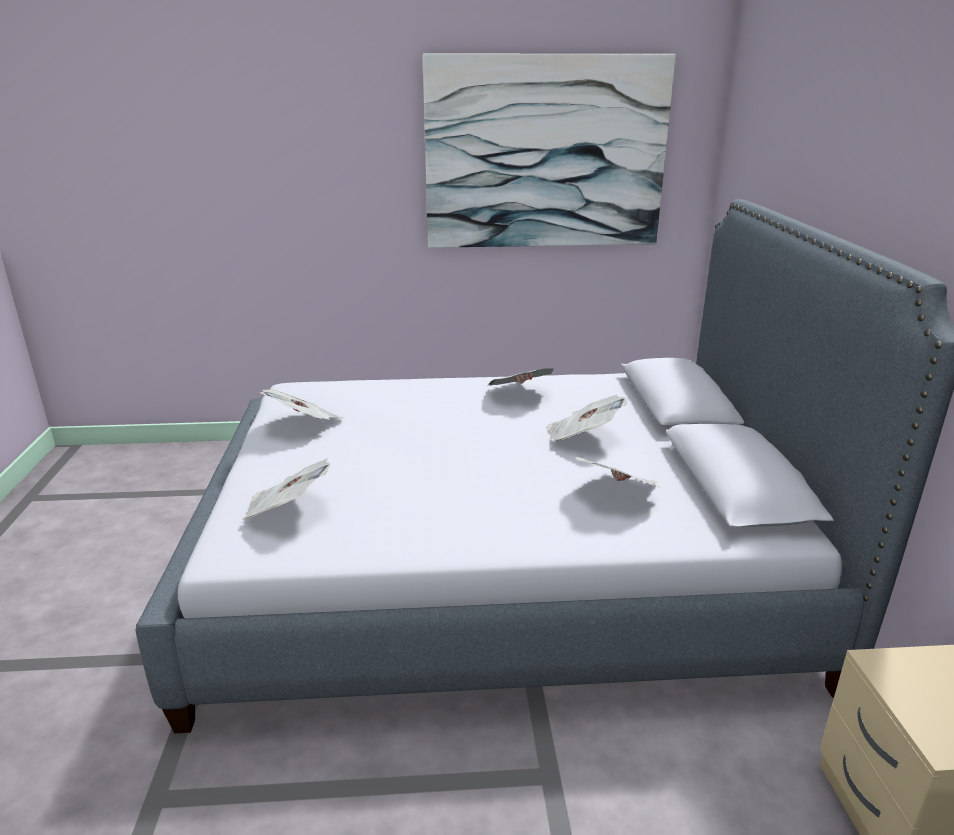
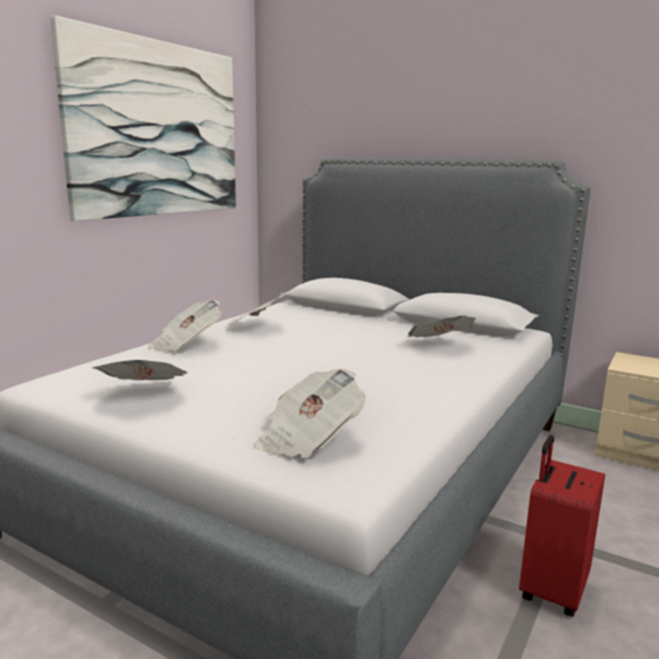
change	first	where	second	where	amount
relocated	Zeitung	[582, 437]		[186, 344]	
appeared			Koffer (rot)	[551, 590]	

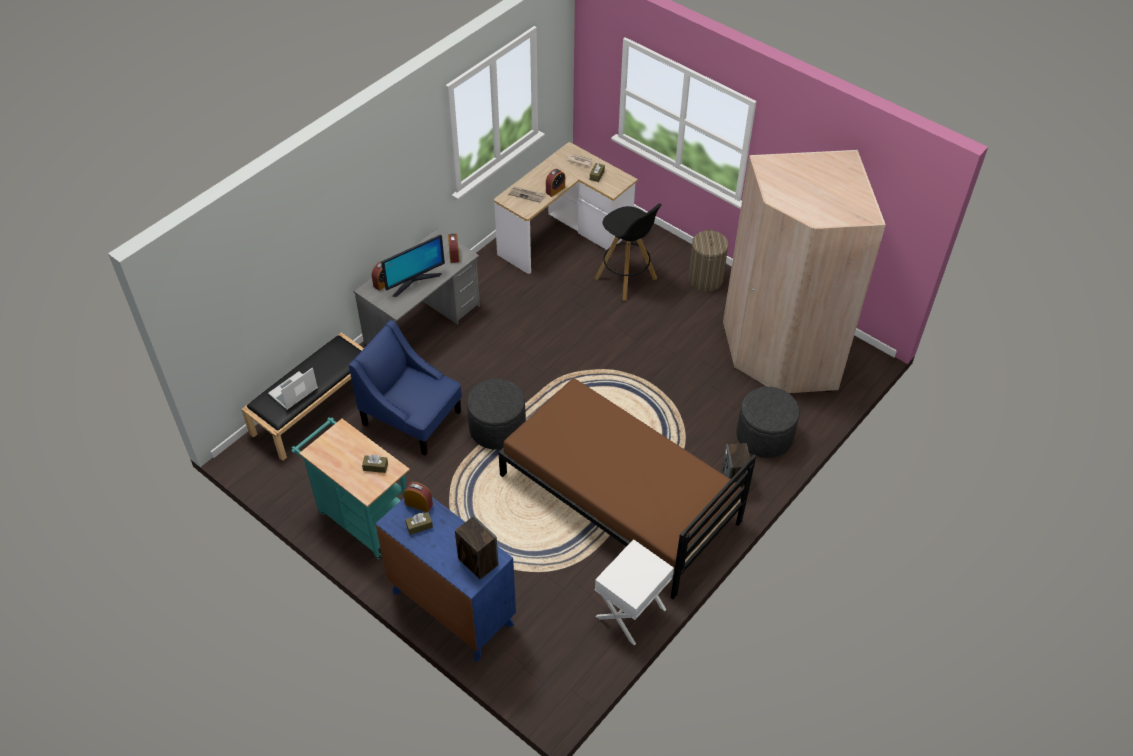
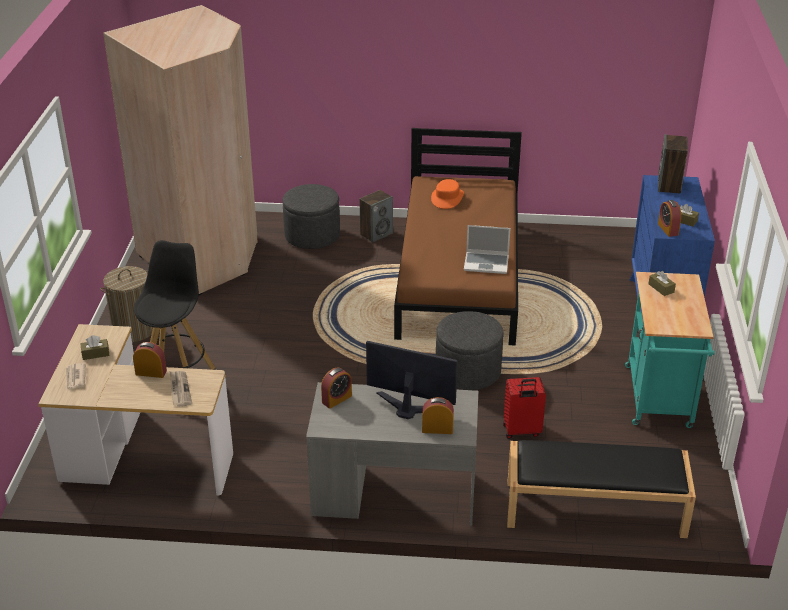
change	first	where	second	where	amount
appeared			Hut (orange)	[447, 198]	
relocated	Laptop	[293, 392]		[487, 263]	
exchanged	Sessel (blau)	[412, 418]	Koffer (rot)	[522, 431]	
missing	Nachttisch (weiß)	[631, 613]			

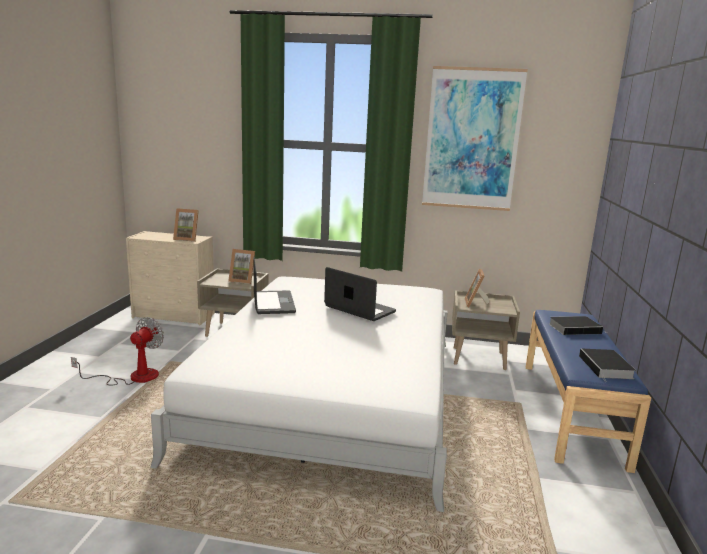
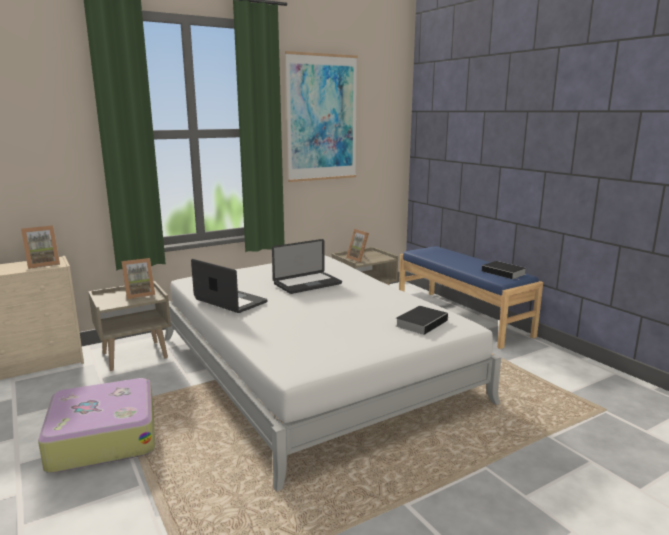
change	first	where	second	where	amount
exchanged	Ventilator	[133, 377]	Koffer	[103, 436]	
spun	Laptop	[359, 309]		[307, 284]	150 degrees clockwise
relocated	Buch	[575, 328]		[422, 322]	

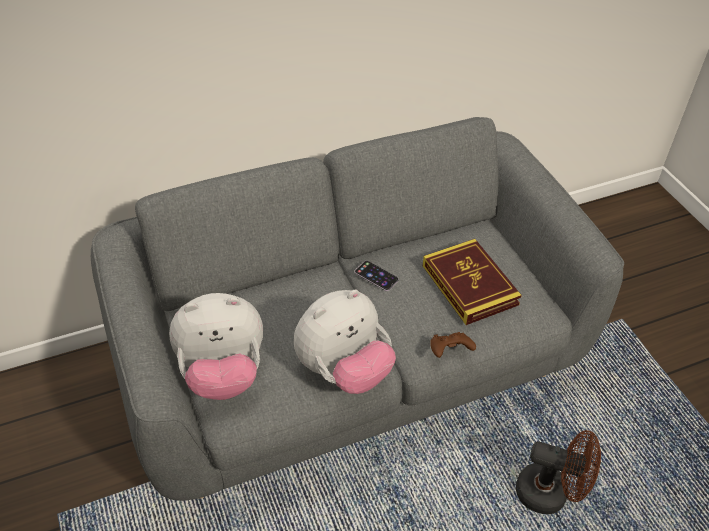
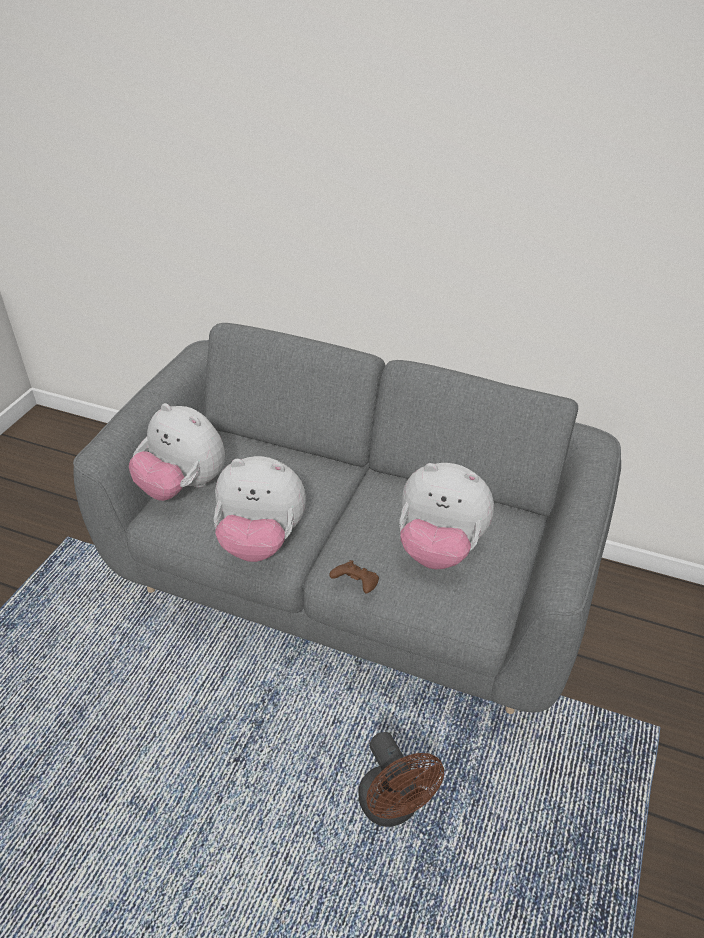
change	first	where	second	where	amount
exchanged	Buch	[469, 285]	Plüschtier	[440, 548]	
missing	Handy	[376, 276]			

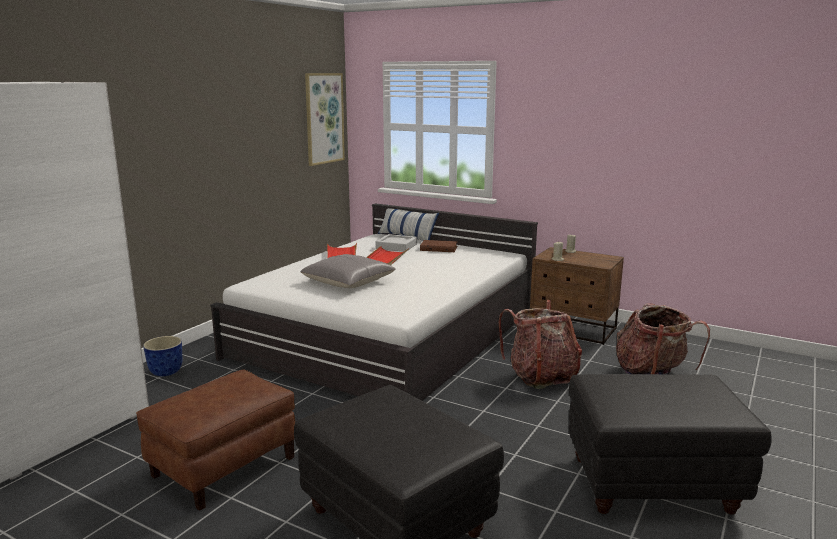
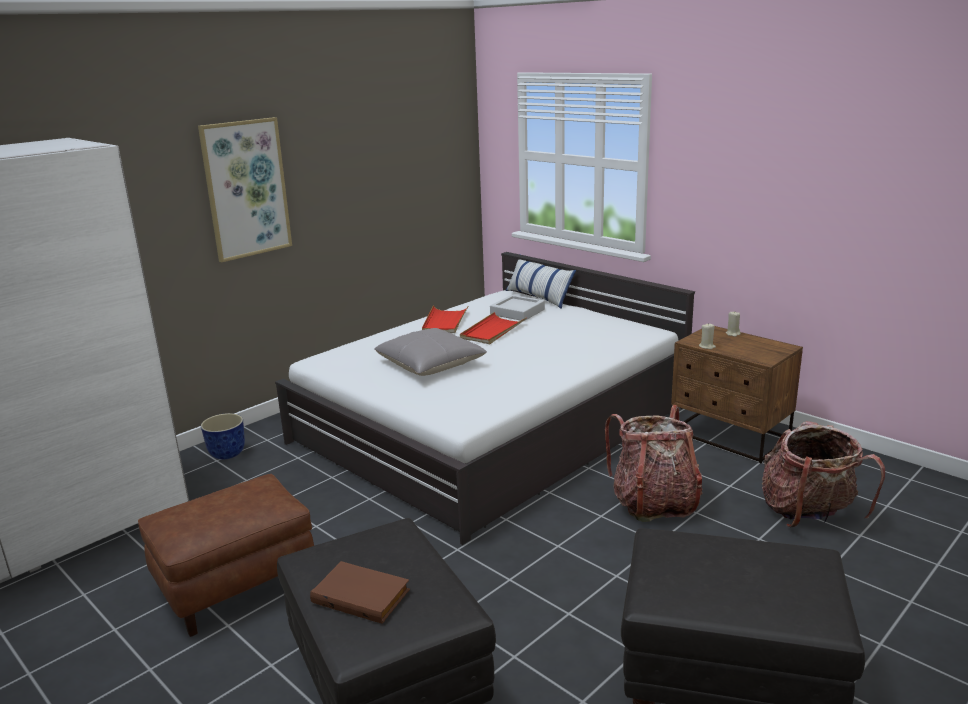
change	first	where	second	where	amount
relocated	Bild	[324, 118]		[246, 189]	
relocated	Buch (braun)	[439, 248]		[362, 595]	

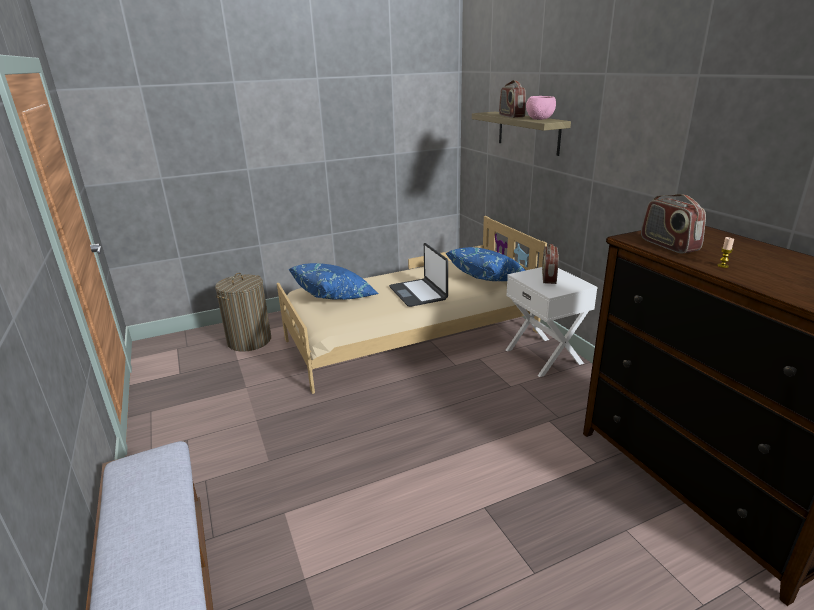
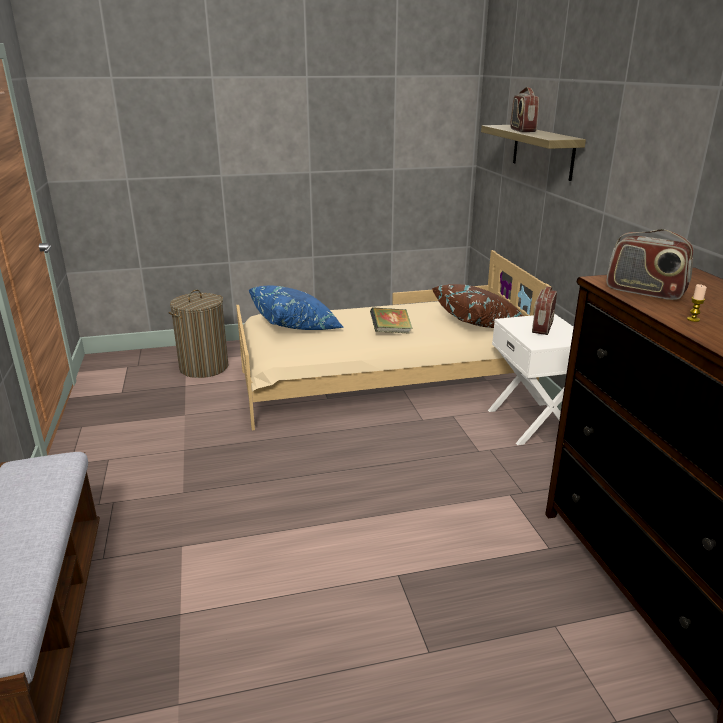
change	first	where	second	where	amount
exchanged	Laptop	[418, 293]	Buch	[390, 332]	
colour	Kissen (blau)	[488, 279]	Kissen (braun)	[480, 324]	
spun	Radio	[668, 245]		[644, 291]	45 degrees counterclockwise
missing	Schüssel (rosa)	[540, 119]			

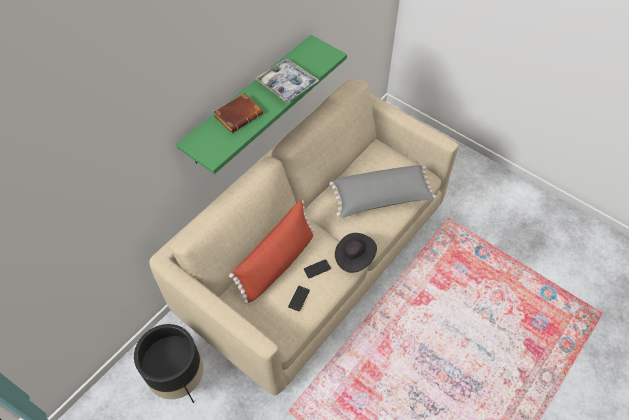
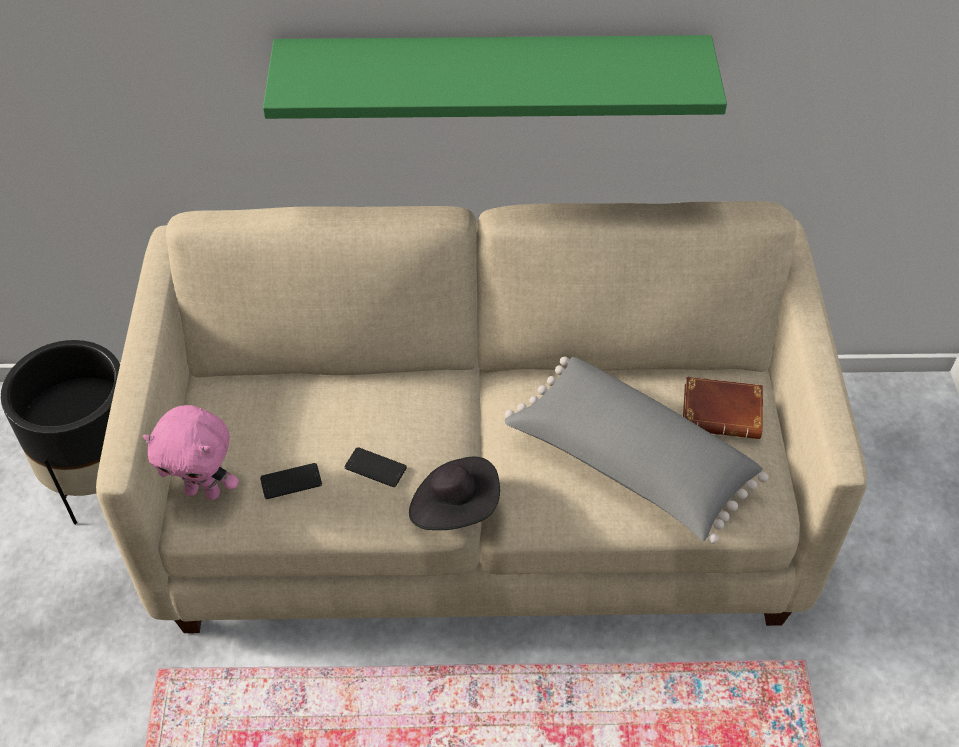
change	first	where	second	where	amount
appeared			Plüschtier (rosa)	[204, 491]	
relocated	Buch (braun)	[238, 115]		[723, 412]	
missing	Kissen (rot)	[277, 263]			
missing	Tablett	[287, 85]			

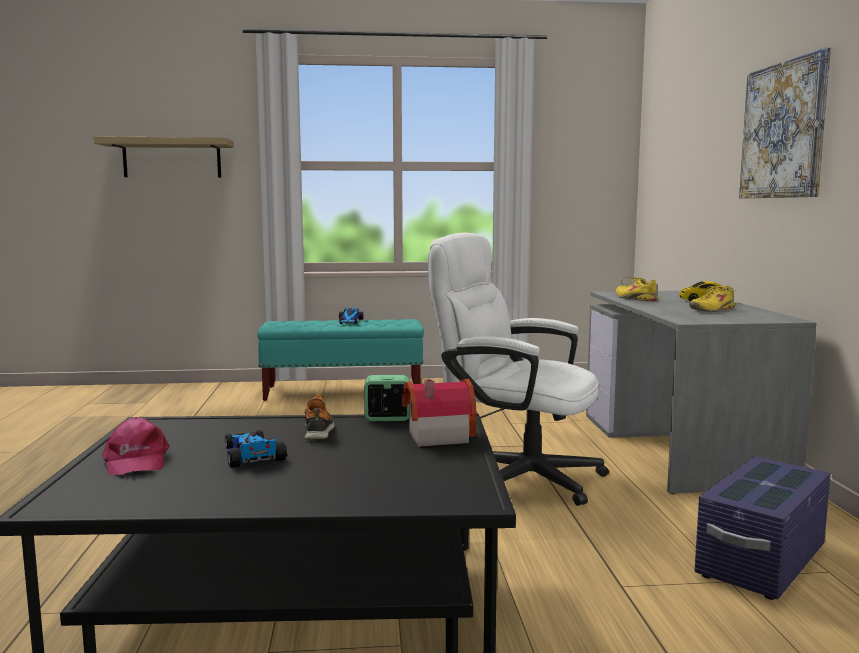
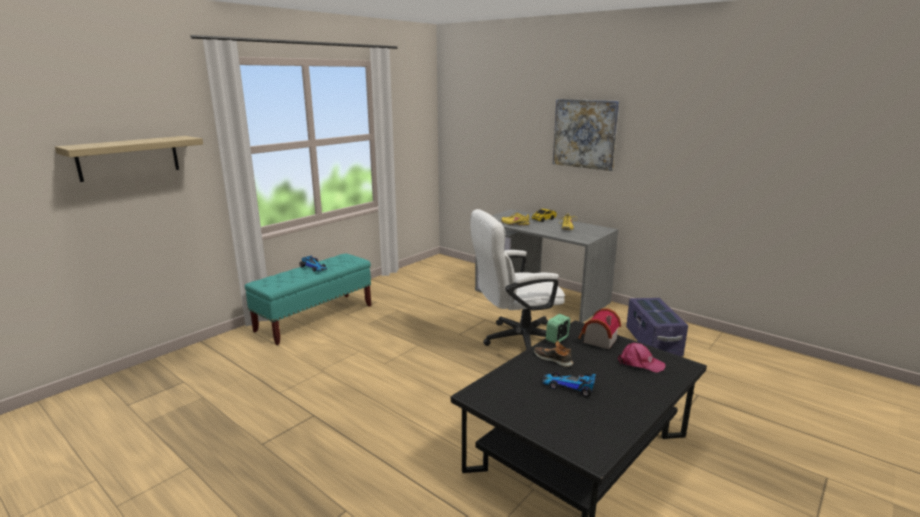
change	first	where	second	where	amount
relocated	Kappe (rosa)	[135, 461]		[640, 363]	

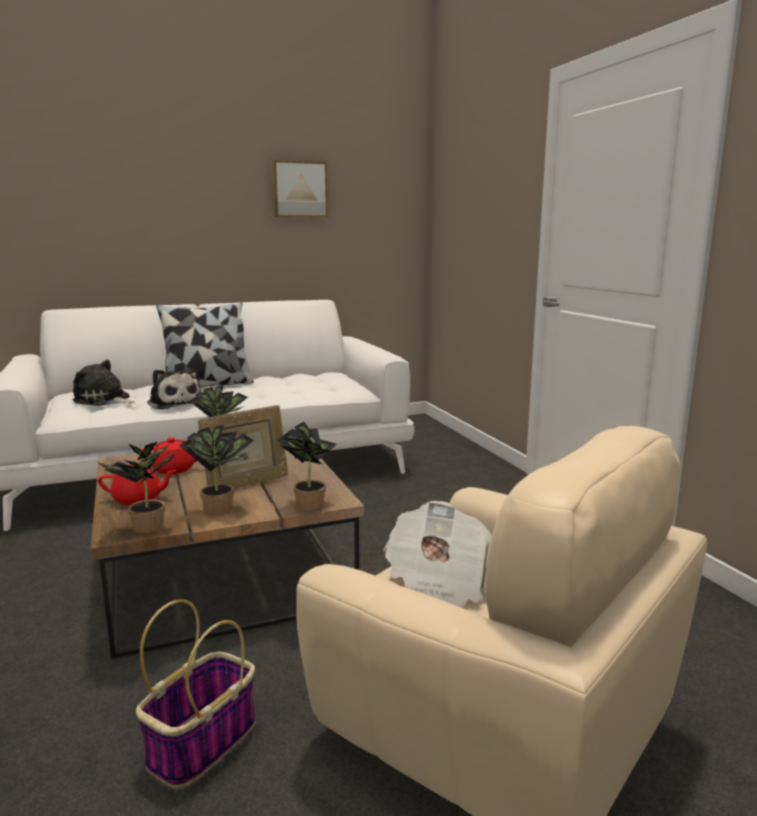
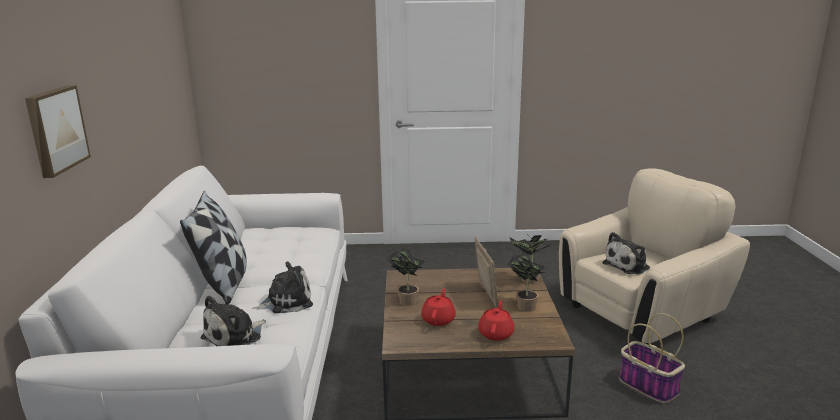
change	first	where	second	where	amount
relocated	Bild	[299, 189]		[55, 130]	
exchanged	Zeitung	[436, 584]	Plüschtier	[628, 265]	
missing	Topfpflanze	[145, 528]			

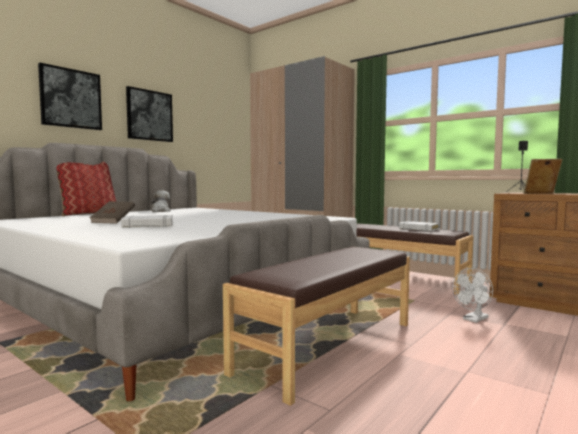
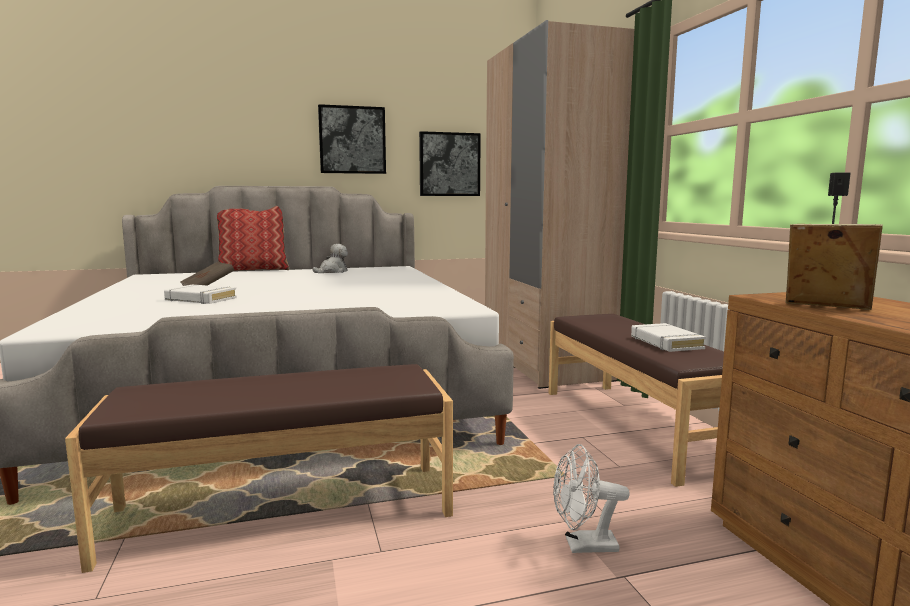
change	first	where	second	where	amount
relocated	Bild	[71, 98]		[449, 164]	

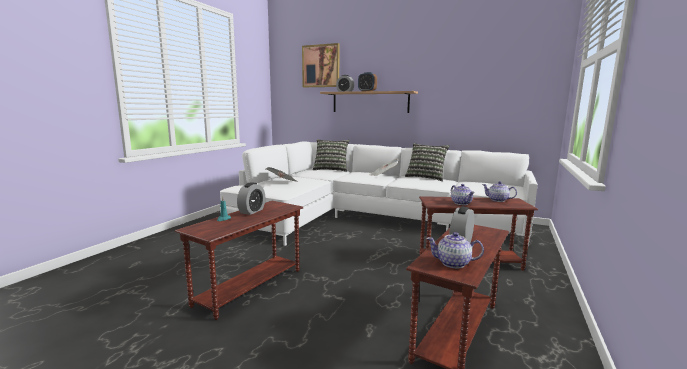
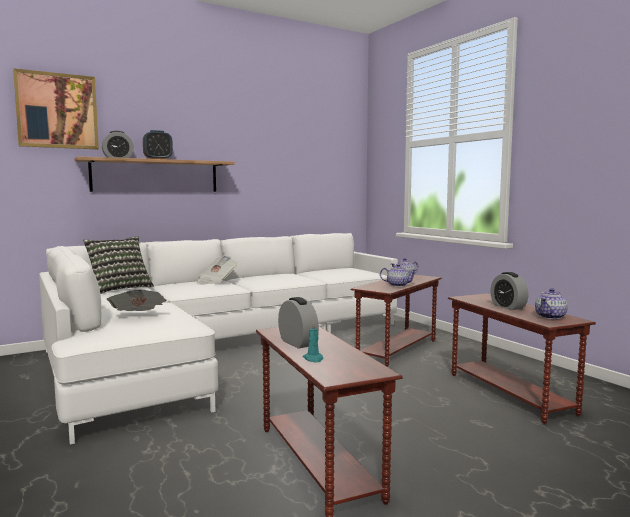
change	first	where	second	where	amount
missing	Kissen	[426, 177]			

